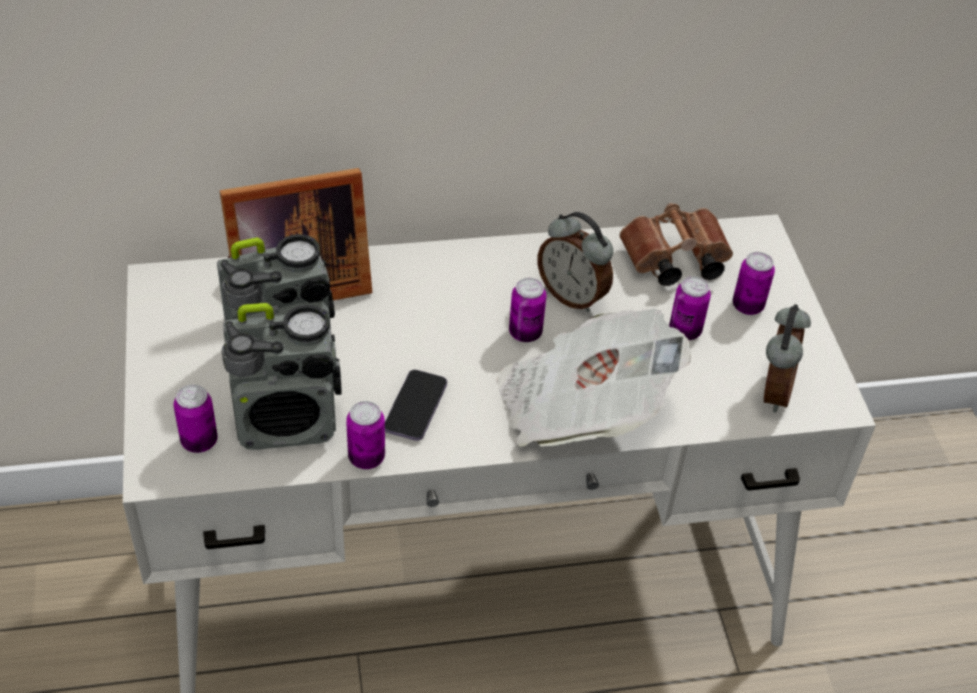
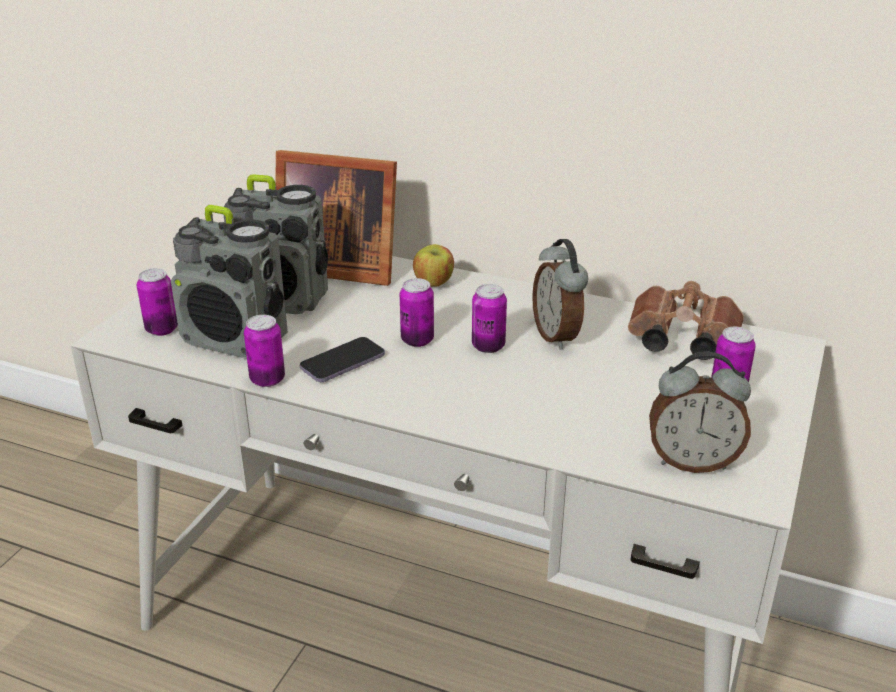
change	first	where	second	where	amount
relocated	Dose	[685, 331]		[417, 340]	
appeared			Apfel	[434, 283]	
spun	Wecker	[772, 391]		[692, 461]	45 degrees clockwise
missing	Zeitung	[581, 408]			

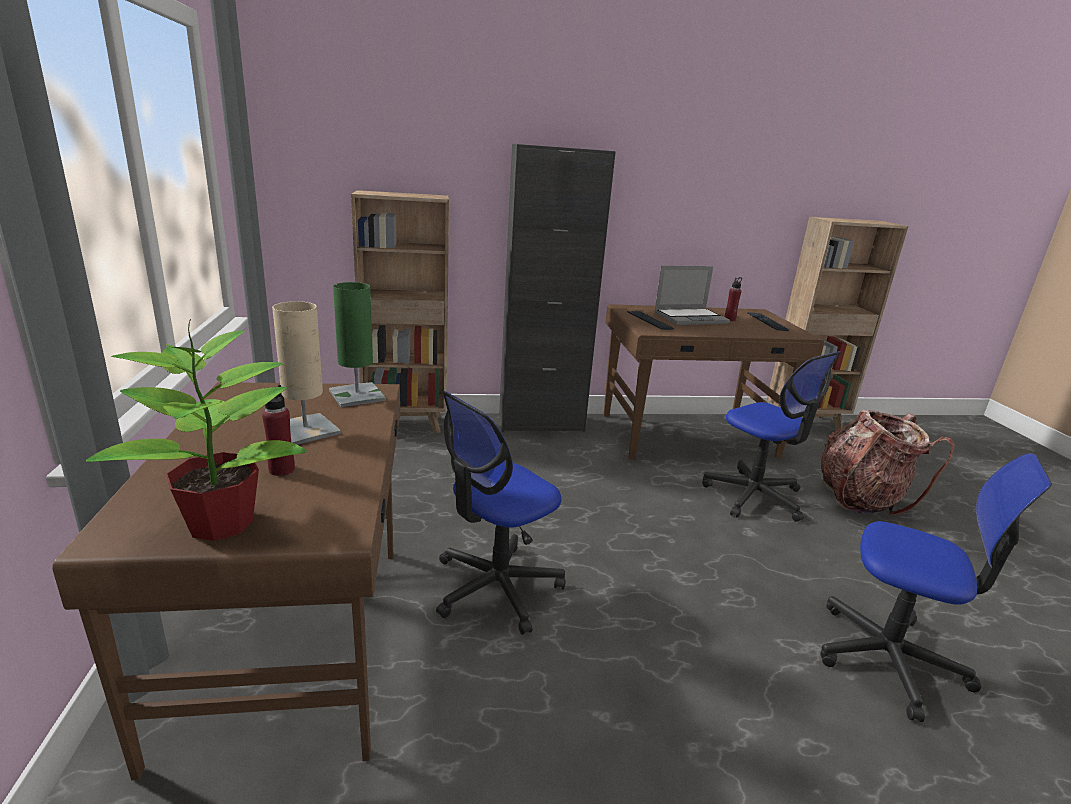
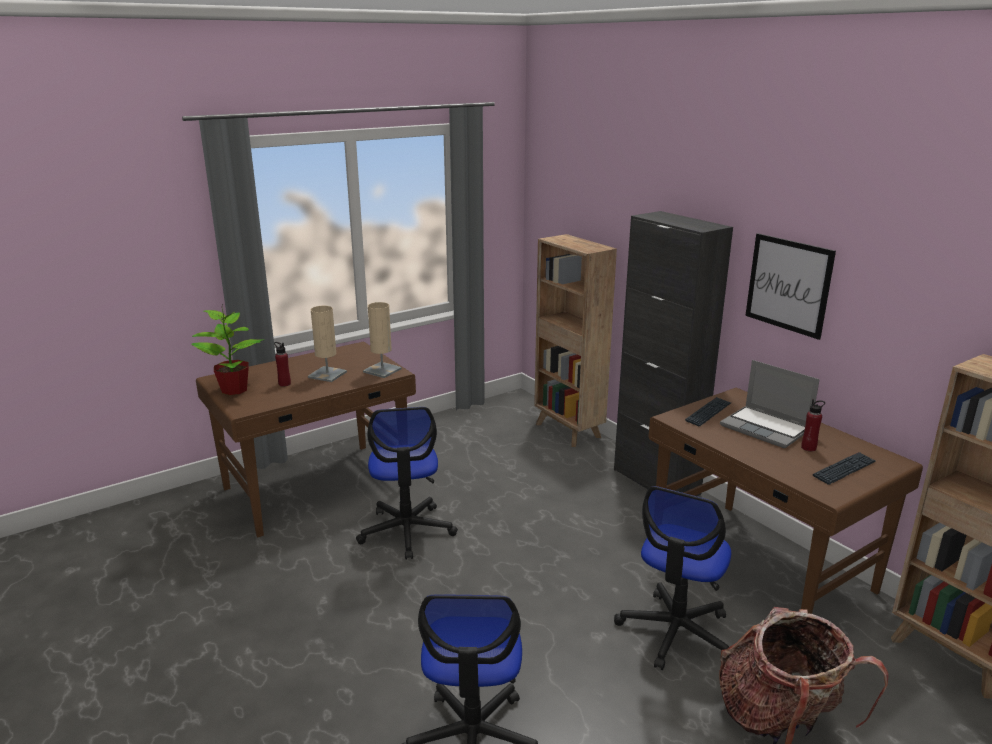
change	first	where	second	where	amount
spun	Bürostuhl	[496, 587]		[407, 531]	120 degrees counterclockwise
colour	Tischlampe (grün)	[357, 395]	Tischlampe (beige)	[382, 370]	
appeared			Bild	[788, 285]	

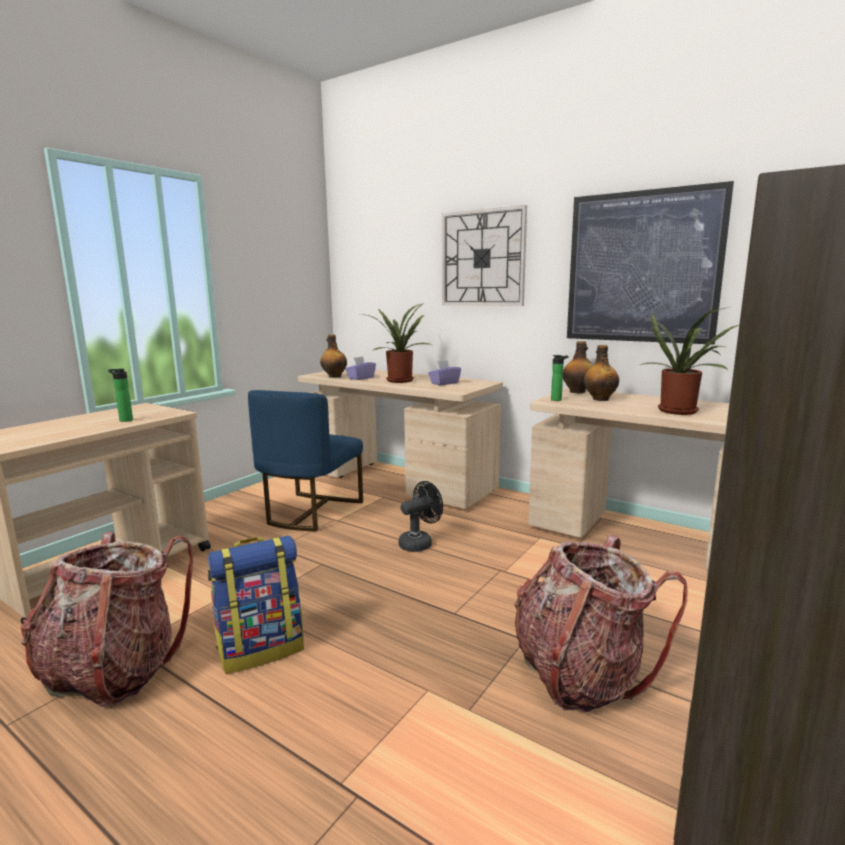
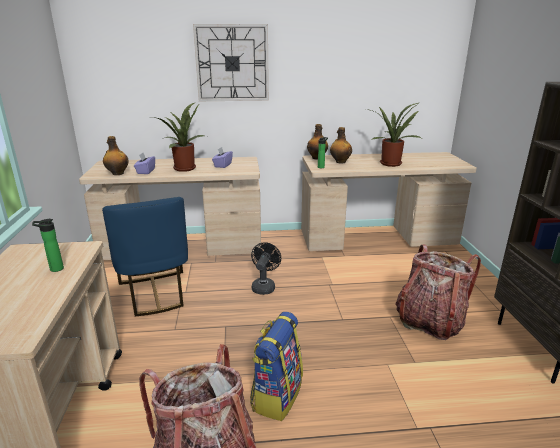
change	first	where	second	where	amount
missing	Bild	[642, 267]			

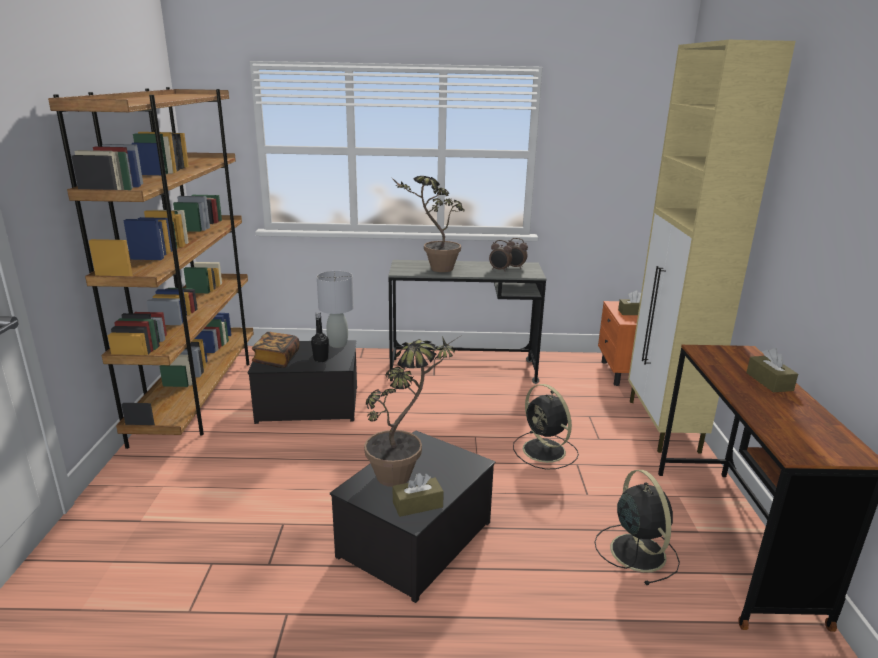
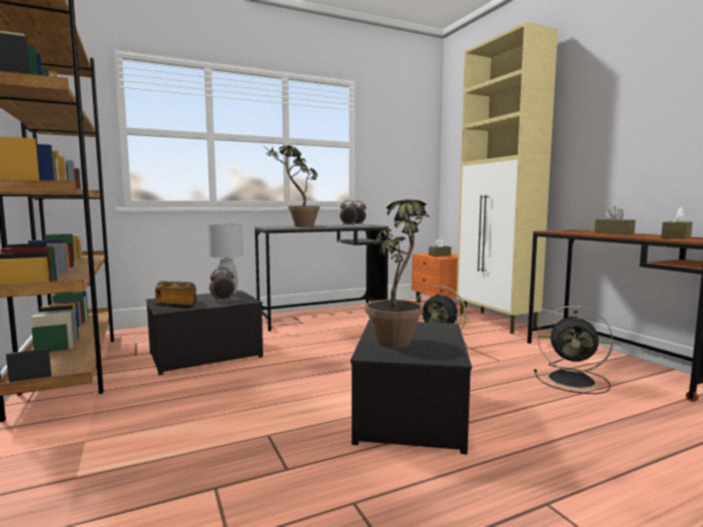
change	first	where	second	where	amount
exchanged	Flasche (schwarz)	[320, 359]	Wecker	[223, 300]	
spun	Ventilator (schwarz)	[636, 550]		[573, 380]	150 degrees clockwise
relocated	Taschentuchbox (braun)	[417, 504]		[676, 237]	

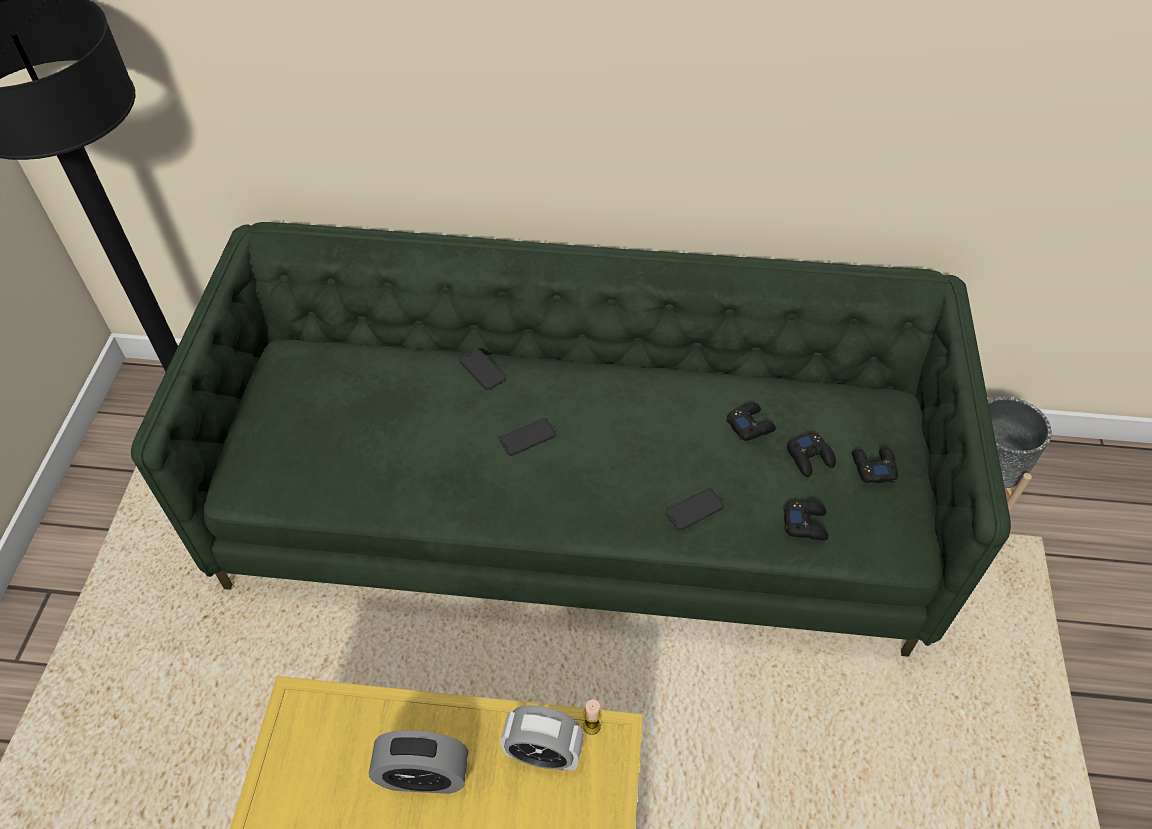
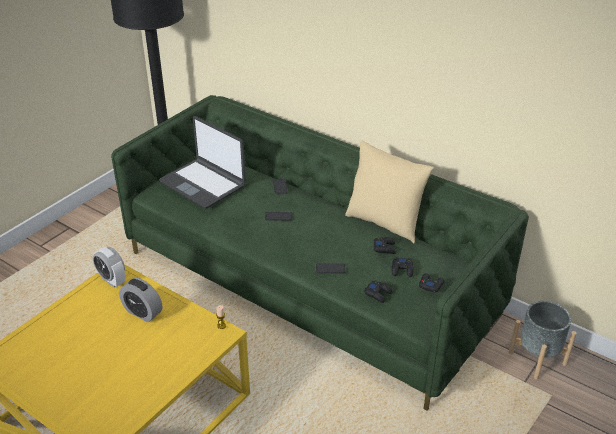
change	first	where	second	where	amount
relocated	Wecker	[543, 754]		[112, 280]	
appeared			Laptop	[203, 184]	
appeared			Kissen (beige)	[384, 222]	

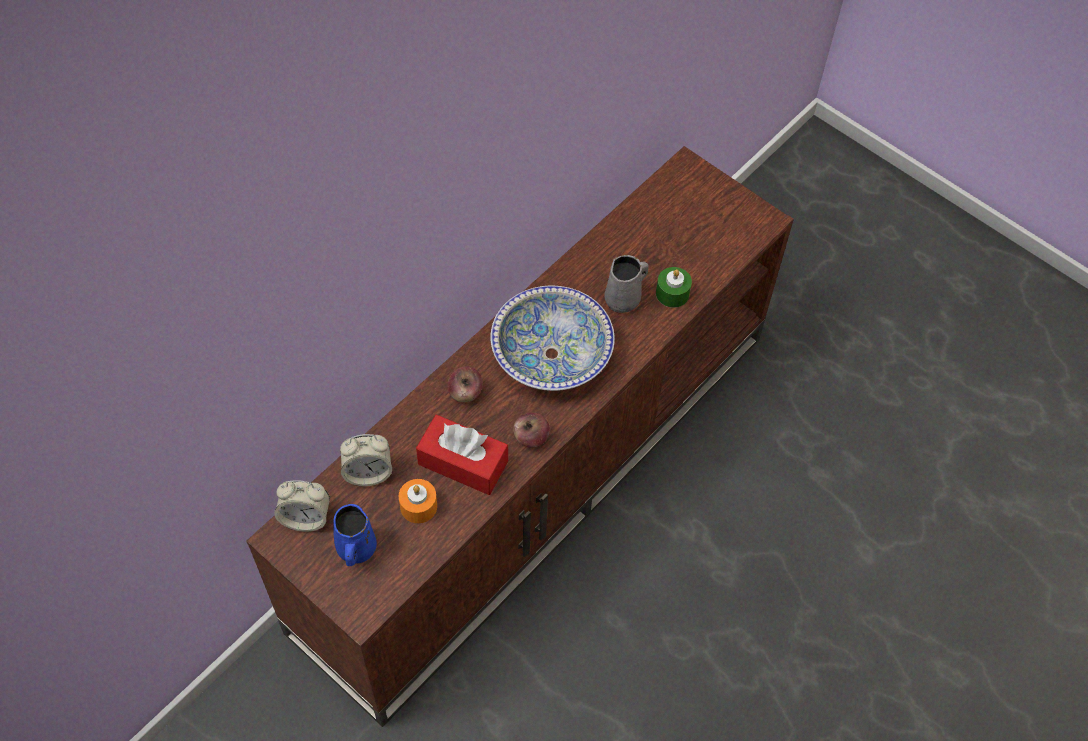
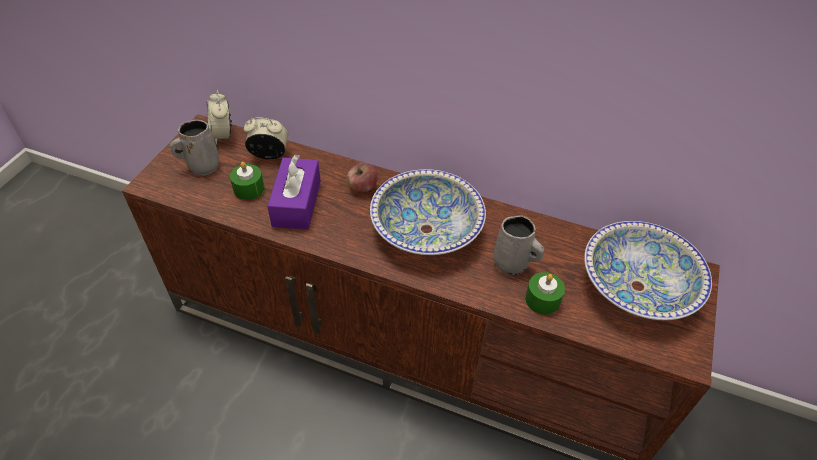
change	first	where	second	where	amount
colour	Henkelbecher (blau)	[356, 550]	Henkelbecher (grau)	[202, 166]	
colour	Kerze (orange)	[418, 506]	Kerze (grün)	[249, 189]	
spun	Wecker	[368, 472]		[269, 155]	120 degrees clockwise
colour	Taschentuchbox (rot)	[463, 462]	Taschentuchbox (lila)	[297, 203]	
appeared			Schüssel	[637, 287]	
missing	Apfel	[531, 438]			

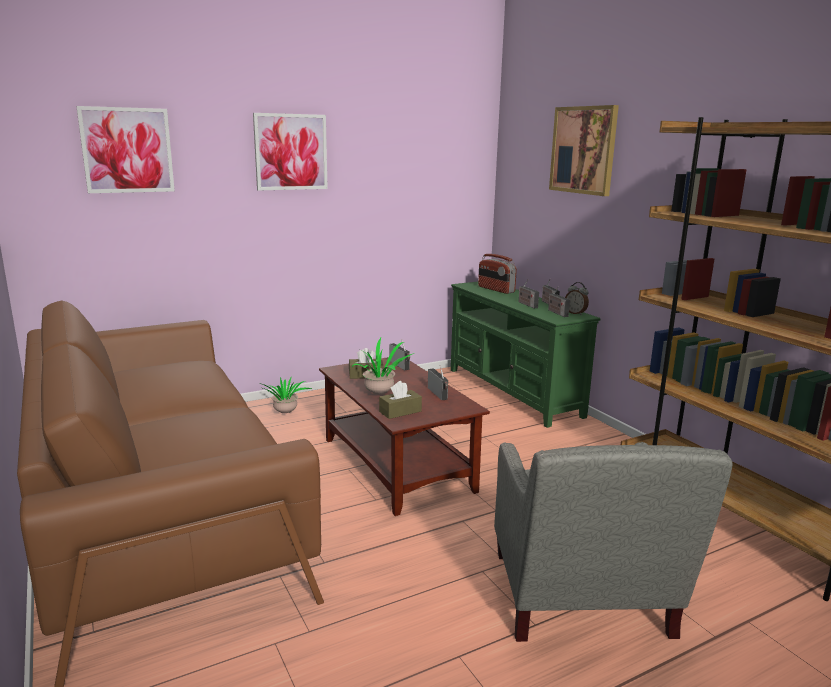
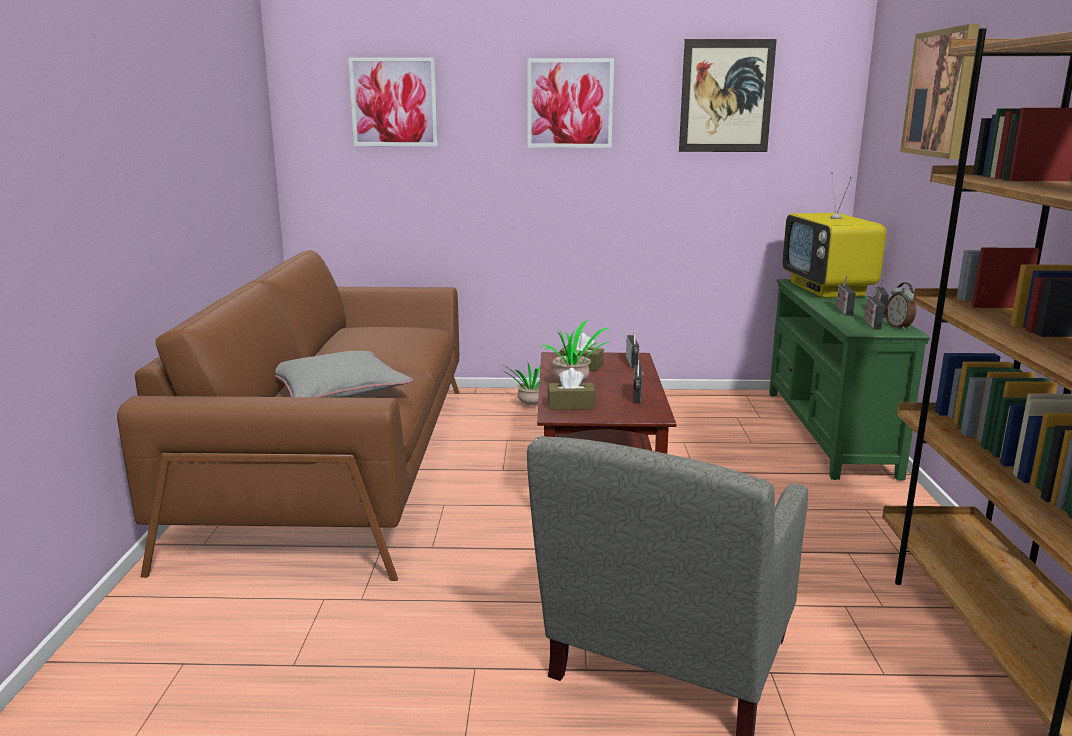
change	first	where	second	where	amount
appeared			Kissen (grau)	[336, 389]	
appeared			Bild	[726, 96]	
exchanged	Radio	[495, 289]	Fernseher	[828, 290]	

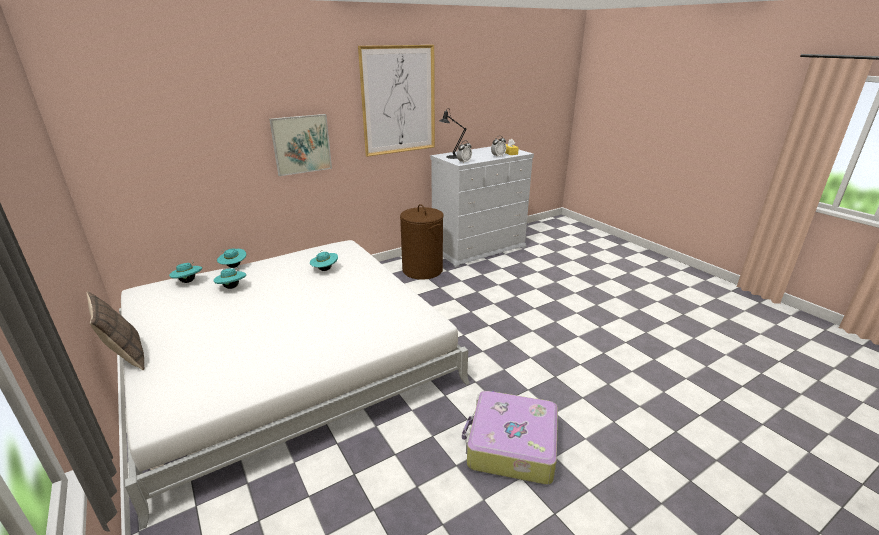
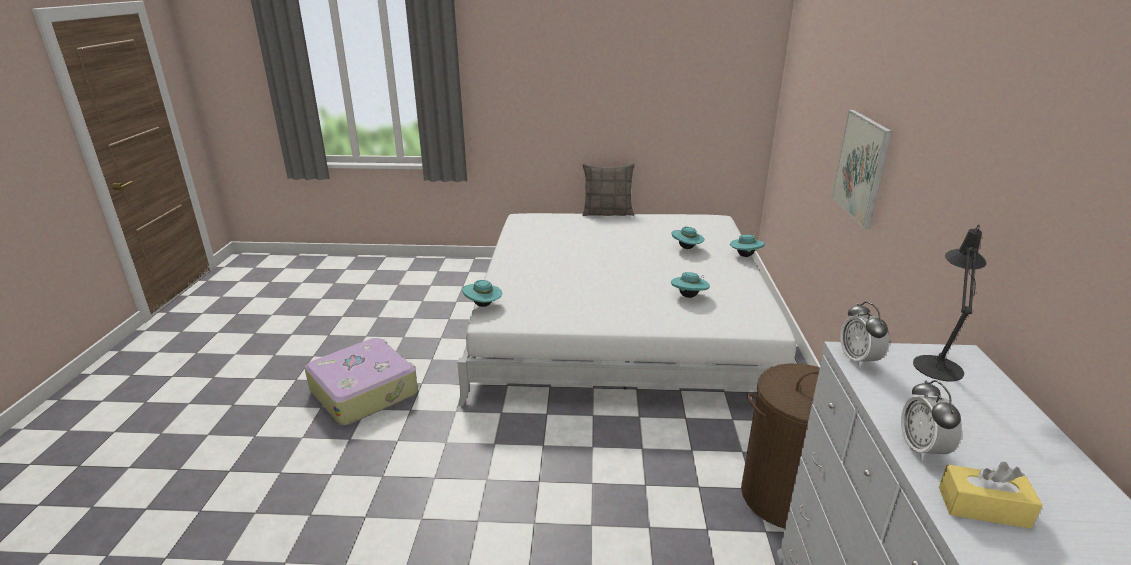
change	first	where	second	where	amount
relocated	Hut (türkis)	[188, 281]		[483, 305]	
missing	Bild	[398, 100]			

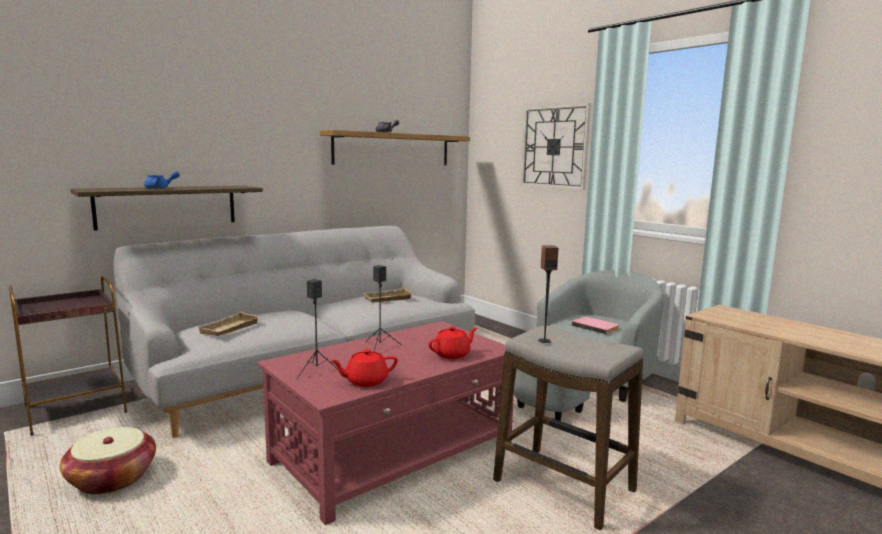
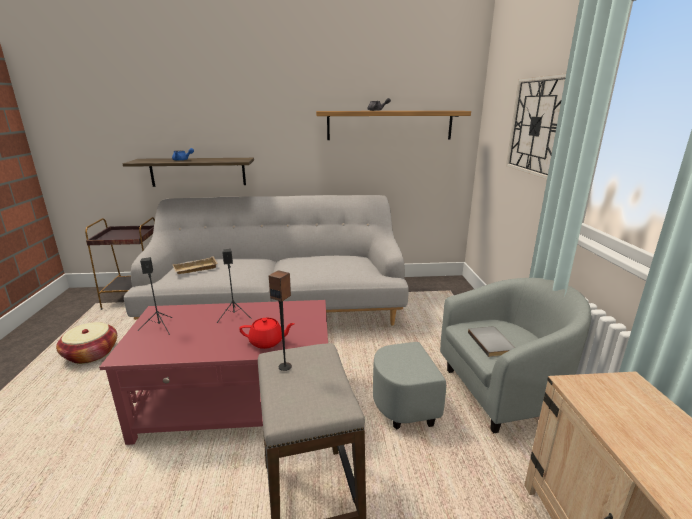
change	first	where	second	where	amount
colour	Buch (rosa)	[596, 327]	Buch (grau)	[492, 343]	
missing	Teekanne (rot)	[365, 381]			
missing	Tablett (beige)	[387, 299]			

